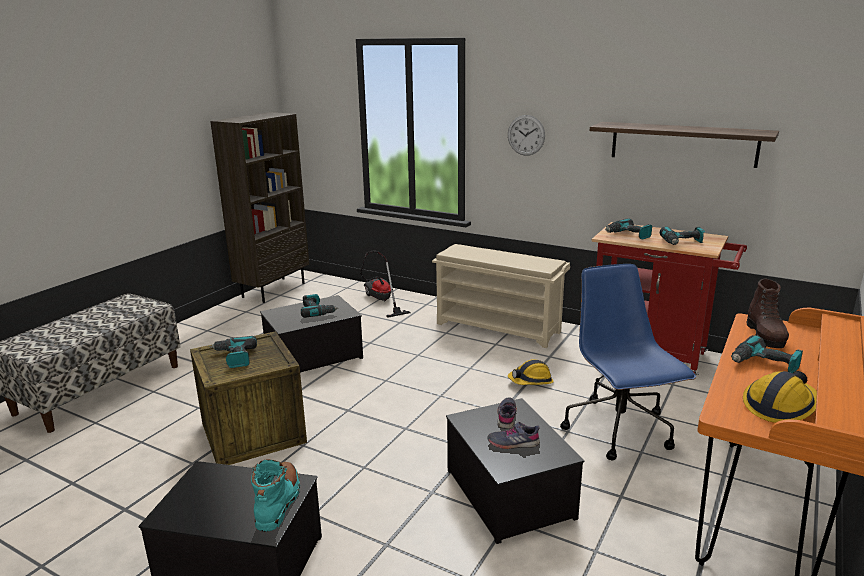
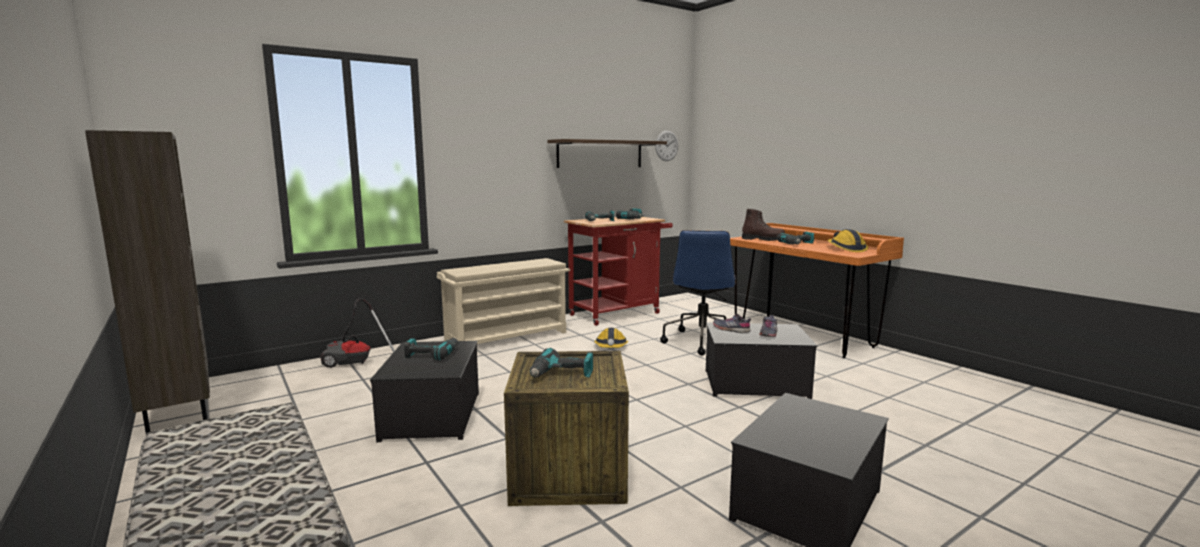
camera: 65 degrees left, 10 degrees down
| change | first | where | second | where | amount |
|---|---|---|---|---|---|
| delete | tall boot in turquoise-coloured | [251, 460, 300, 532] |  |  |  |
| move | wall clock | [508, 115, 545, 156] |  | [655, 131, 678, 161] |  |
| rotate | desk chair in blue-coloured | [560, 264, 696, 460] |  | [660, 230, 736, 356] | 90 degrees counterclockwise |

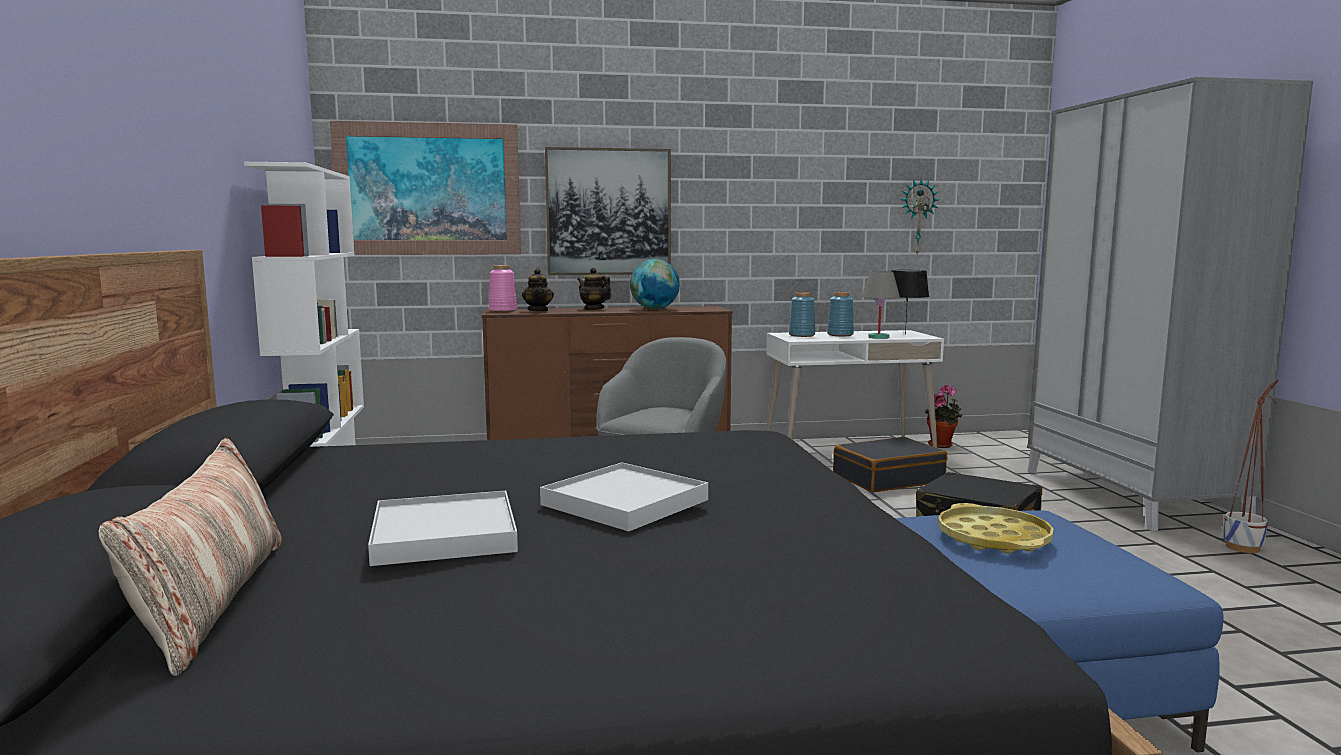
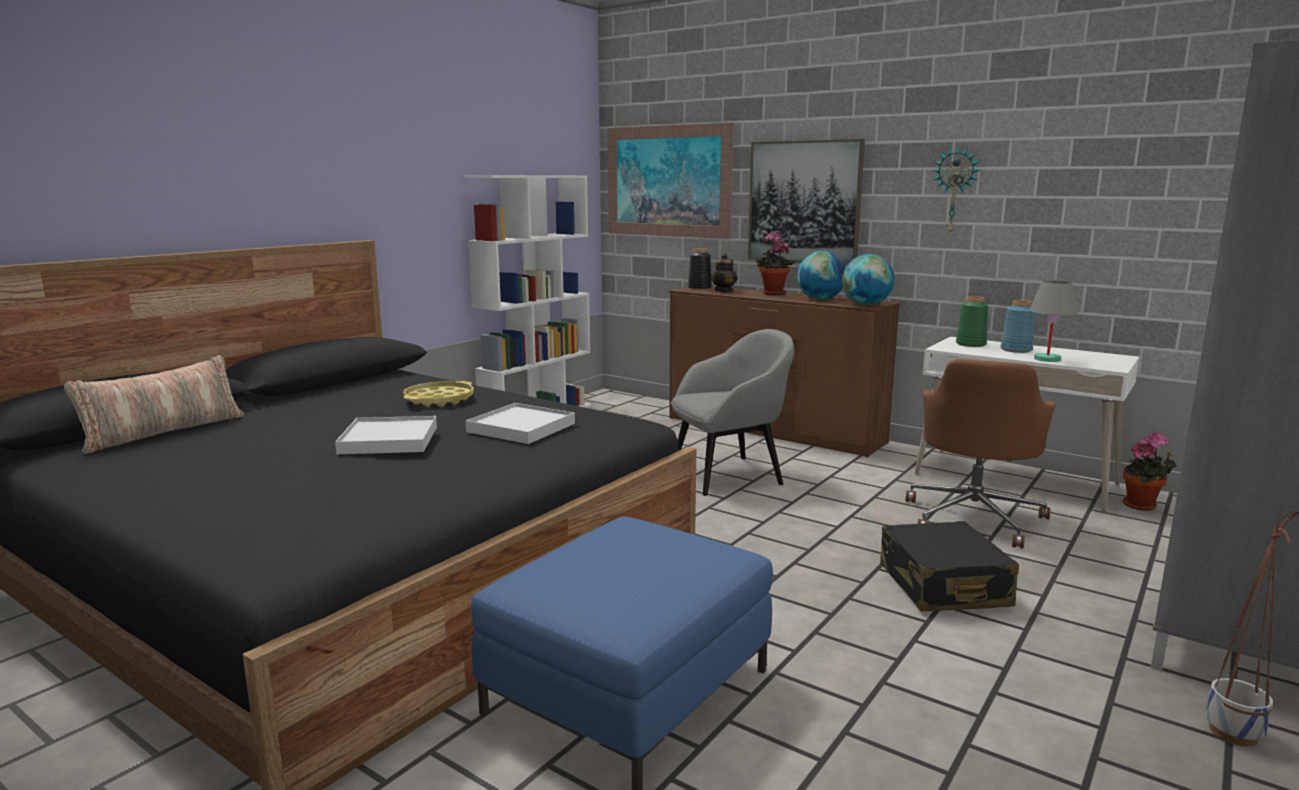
camera: 45 degrees right, 5 degrees up
| change | first | where | second | where | amount |
|---|---|---|---|---|---|
| move | tray in white | [368, 491, 518, 566] |  | [466, 403, 575, 444] |  |
| recolor | vase in pink | [489, 265, 517, 312] | vase in blackish | [688, 248, 712, 290] |  |
| replace | teapot | [577, 268, 611, 310] | plant in a pot | [756, 232, 795, 295] |  |
| recolor | vase in blue-coloured | [789, 292, 815, 337] | vase in green-coloured | [956, 296, 988, 347] |  |
| replace | suitcase in blackish | [833, 437, 947, 492] | desk chair in brownish | [906, 359, 1056, 549] |  |
| delete | table lamp in blackish | [891, 270, 929, 334] |  |  |  |
| move | wall clock | [900, 178, 940, 256] |  | [932, 145, 981, 234] |  |
| move | tray in yellowish | [938, 503, 1054, 554] |  | [403, 381, 474, 406] |  |
| insert |  |  | desk globe | [842, 254, 895, 305] |  |

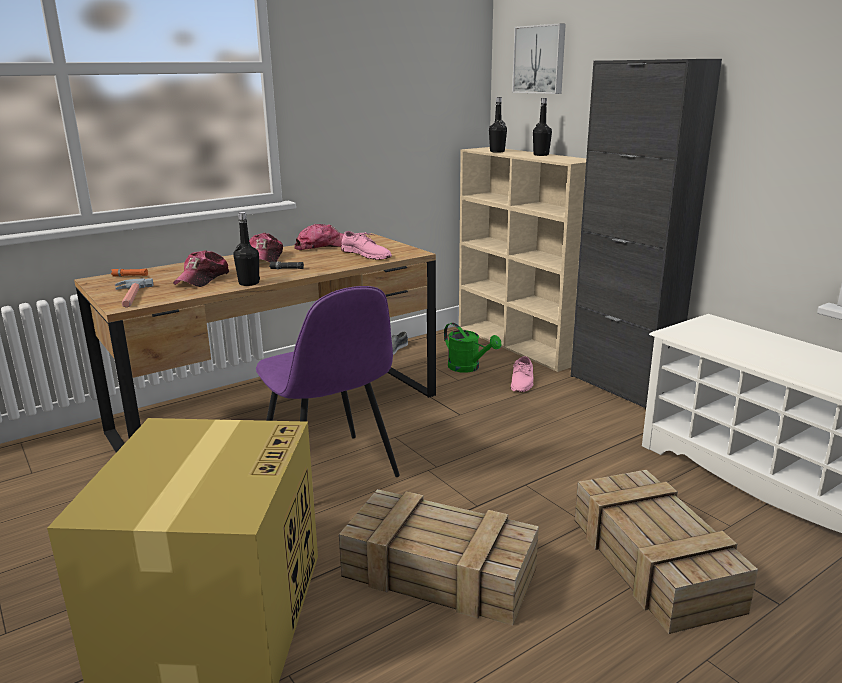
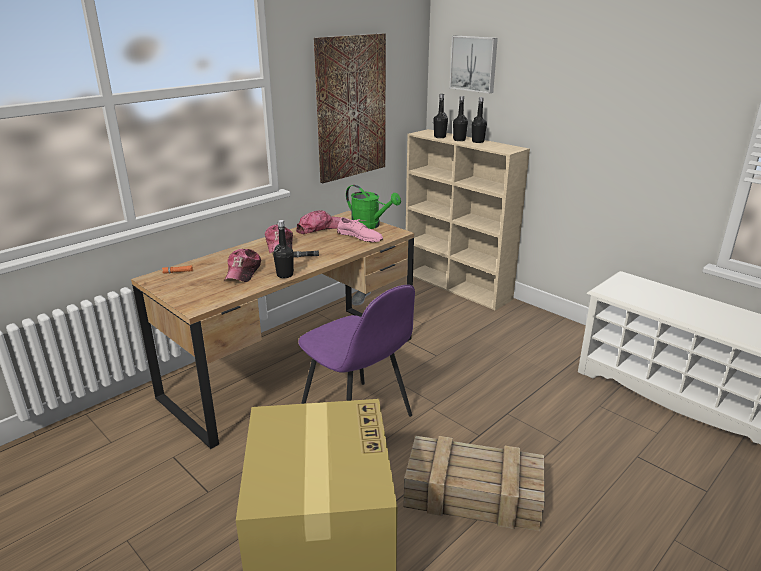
camera: 10 degrees left, 5 degrees up
| change | first | where | second | where | amount |
|---|---|---|---|---|---|
| delete | hand hammer | [115, 278, 153, 308] |  |  |  |
| move | watering can in green-coloured | [444, 323, 501, 372] |  | [346, 185, 401, 229] |  |
| delete | shoe in pink | [511, 356, 533, 392] |  |  |  |
| delete | cabinet in blackish | [571, 59, 722, 408] |  |  |  |
| delete | packing crate | [575, 470, 758, 634] |  |  |  |
| insert |  |  | wall picture | [314, 33, 386, 183] |  |
| insert |  |  | bottle in blackish | [453, 96, 468, 141] |  |

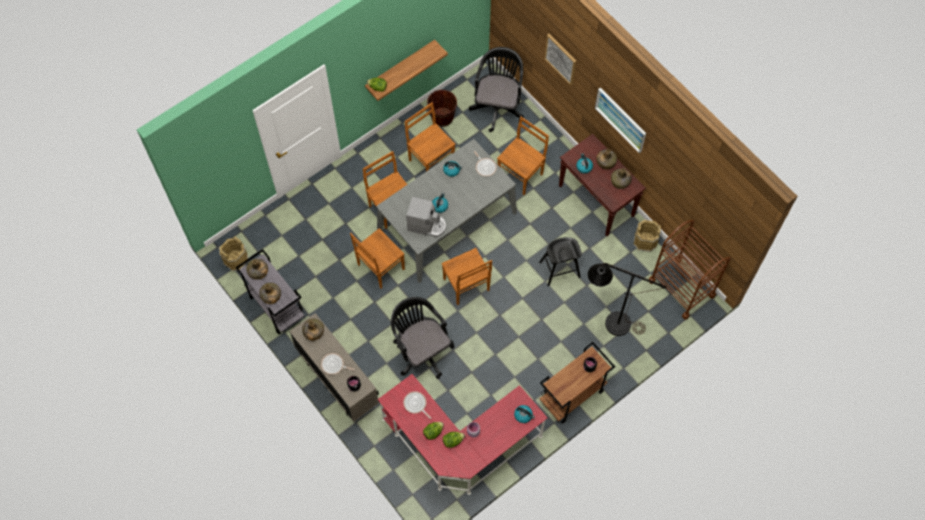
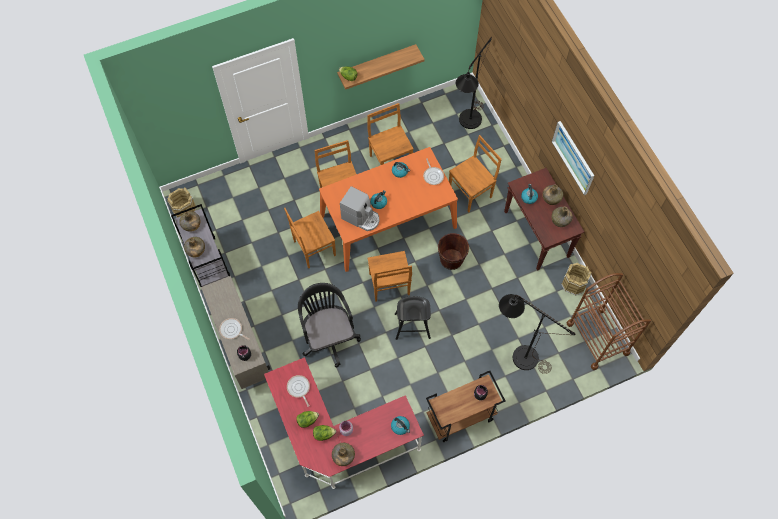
camera: 15 degrees right, 0 degrees up
| change | first | where | second | where | amount |
|---|---|---|---|---|---|
| move | bottle in green-coloured | [302, 319, 324, 340] |  | [332, 443, 355, 466] |  |
| recolor | dining table in gray | [376, 139, 517, 283] | dining table in orange | [319, 147, 458, 272] |  |
| move | bucket in brownish | [427, 90, 457, 127] |  | [438, 233, 469, 270] |  |
| replace | desk chair in blackish | [469, 47, 524, 132] | standing lamp in blackish | [456, 37, 492, 129] |  |
| move | stool seat in blackish | [539, 237, 582, 286] |  | [395, 296, 431, 340] |  |
| delete | wall picture | [544, 34, 576, 85] |  |  |  |

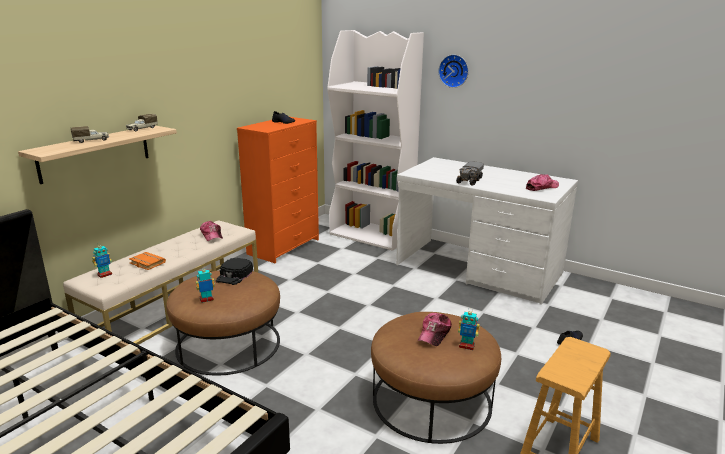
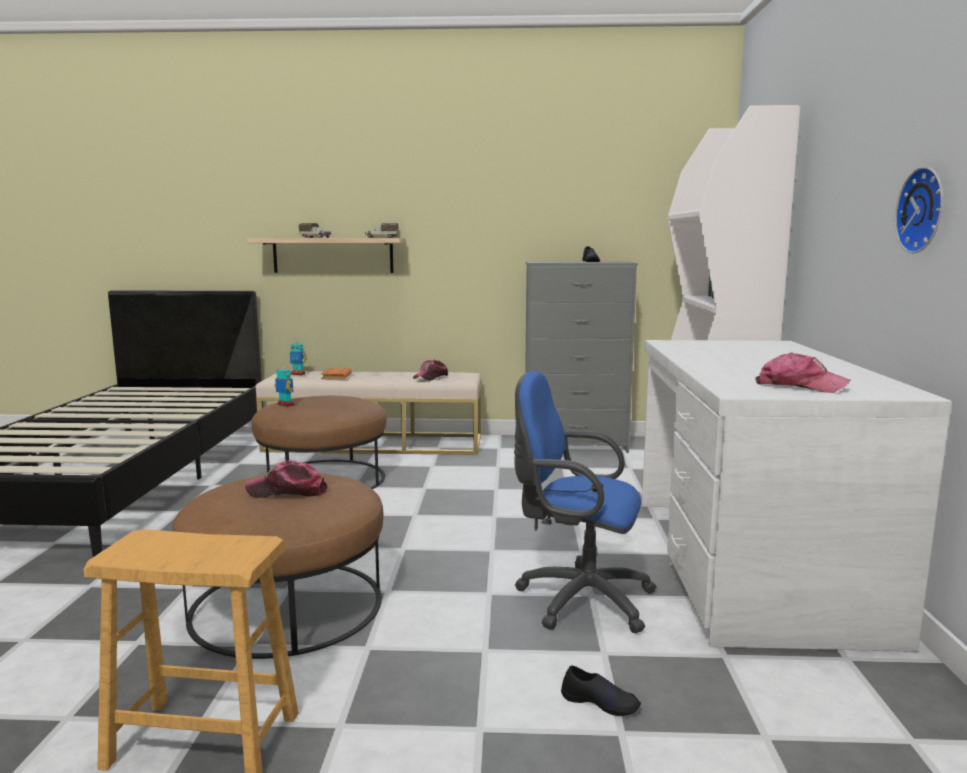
camera: 60 degrees right, 10 degrees down
| change | first | where | second | where | amount |
|---|---|---|---|---|---|
| delete | cap in blackish | [216, 258, 253, 285] |  |  |  |
| recolor | chest of drawers in orange | [237, 117, 319, 263] | chest of drawers in gray | [525, 261, 638, 453] |  |
| move | wall clock | [438, 54, 469, 88] |  | [895, 167, 943, 253] |  |
| delete | toy lorry | [456, 161, 484, 186] |  |  |  |
| delete | robot figure | [458, 308, 480, 350] |  |  |  |
| insert |  |  | desk chair in blue-coloured | [514, 371, 657, 633] |  |

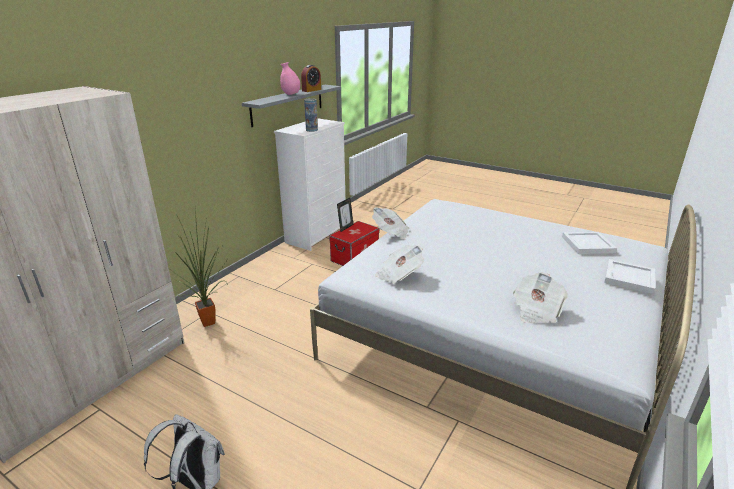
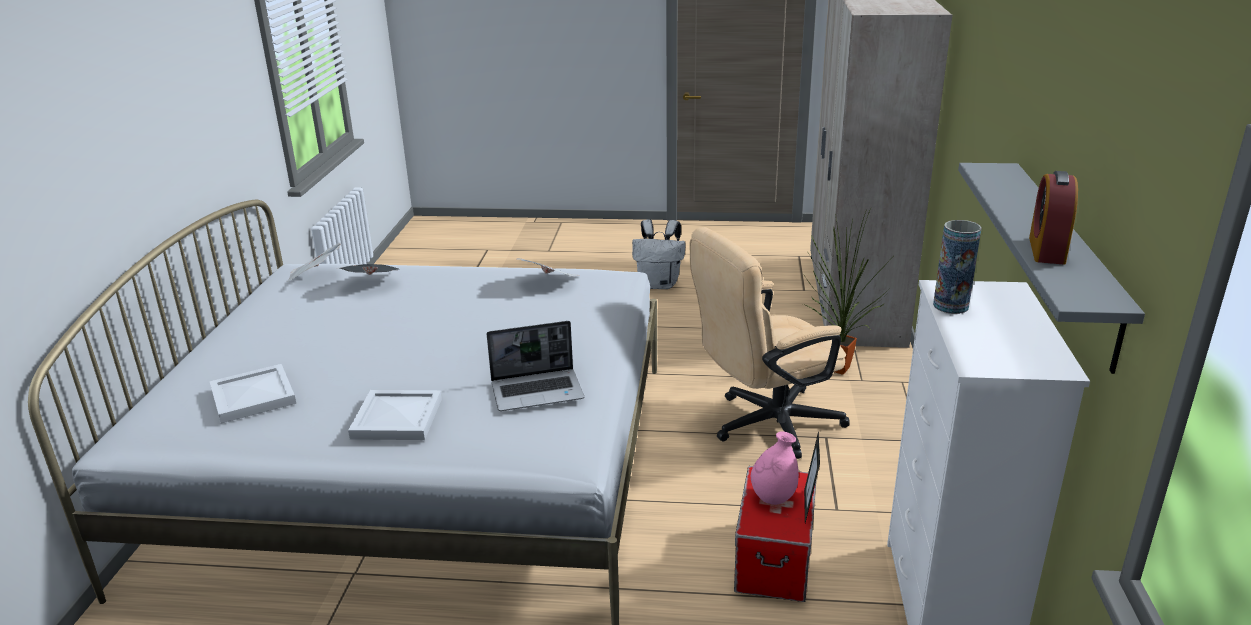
camera: 155 degrees right, 0 degrees up
| change | first | where | second | where | amount |
|---|---|---|---|---|---|
| move | vase in pink | [280, 62, 300, 95] |  | [751, 431, 799, 505] |  |
| move | newspaper | [372, 207, 409, 239] |  | [288, 243, 341, 281] |  |
| move | tray in white | [604, 259, 655, 294] |  | [348, 390, 442, 440] |  |
| insert |  |  | notebook computer | [487, 321, 584, 411] |  |
| insert |  |  | desk chair in beige-coloured | [690, 227, 850, 459] |  |

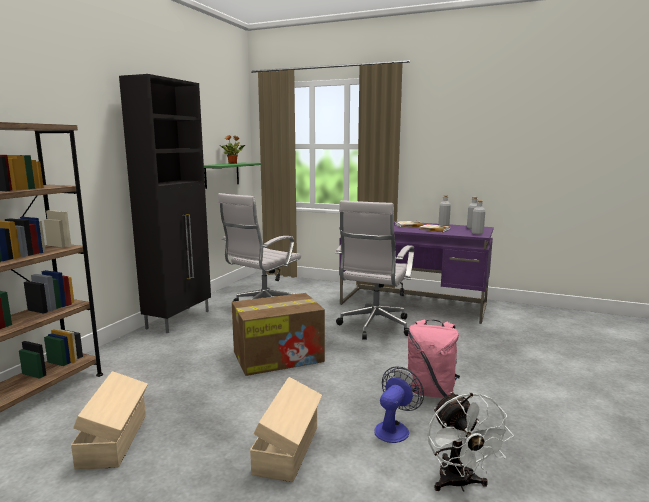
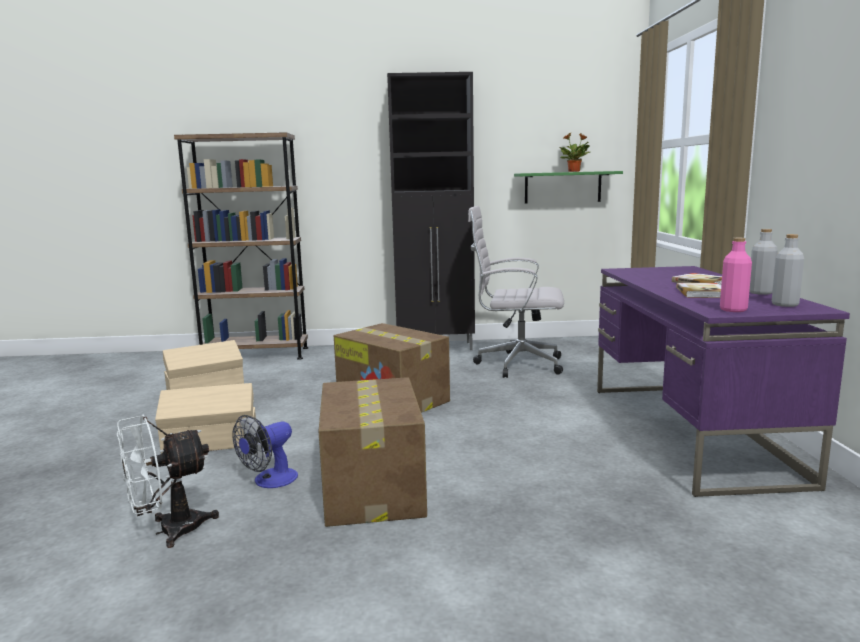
camera: 65 degrees right, 0 degrees up
| change | first | where | second | where | amount |
|---|---|---|---|---|---|
| delete | desk chair in white | [335, 200, 414, 340] |  |  |  |
| rotate | fan | [374, 366, 424, 443] |  | [233, 415, 298, 488] | 120 degrees clockwise |
| replace | rucksack in pink | [408, 320, 460, 398] | cardboard box | [318, 377, 427, 527] |  |
| recolor | bottle in gray | [472, 200, 485, 235] | bottle in pink | [720, 238, 752, 312] |  |

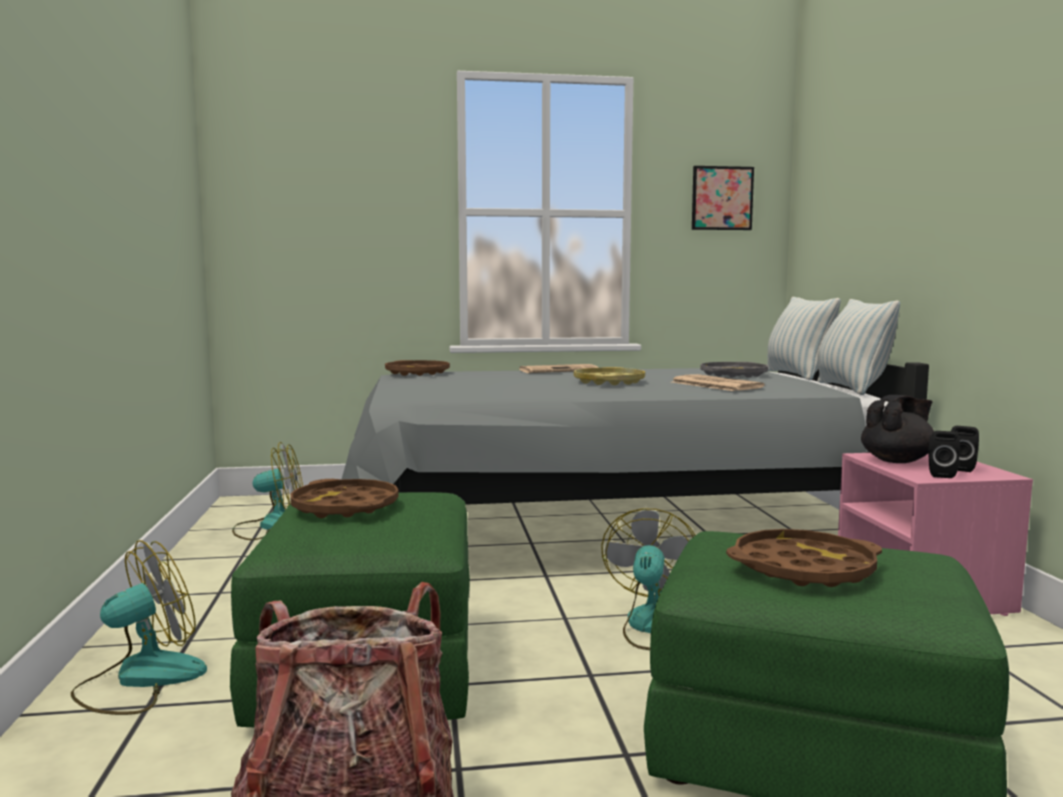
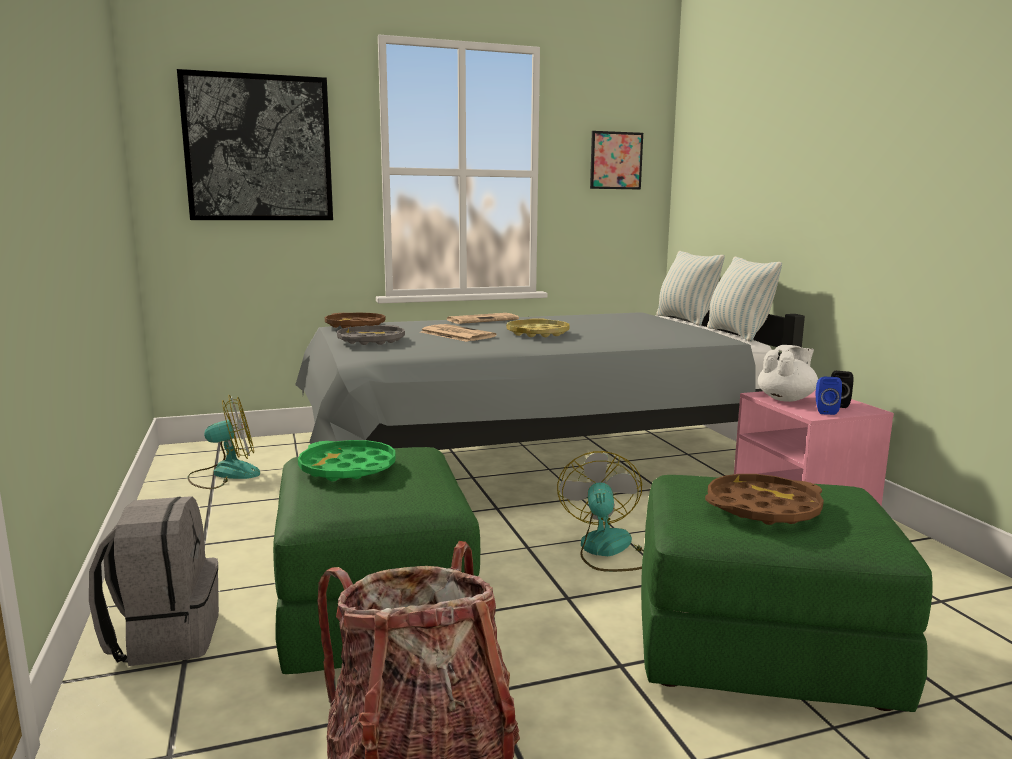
camera: 10 degrees left, 5 degrees up
| change | first | where | second | where | amount |
|---|---|---|---|---|---|
| replace | fan | [71, 540, 207, 715] | rucksack in gray | [89, 496, 219, 666] |  |
| recolor | tray in brownish | [290, 479, 399, 518] | tray in green-coloured | [298, 440, 395, 482] |  |
| move | newspaper | [672, 374, 764, 391] |  | [421, 324, 496, 342] |  |
| move | tray in gray | [700, 362, 768, 378] |  | [337, 325, 405, 345] |  |
| recolor | teapot in blackish | [861, 395, 934, 463] | teapot in white | [758, 345, 818, 402] |  |
| recolor | loudspeaker in blackish | [928, 431, 960, 478] | loudspeaker in blue-coloured | [816, 377, 842, 415] |  |
| insert |  |  | wall picture | [177, 69, 333, 220] |  |

